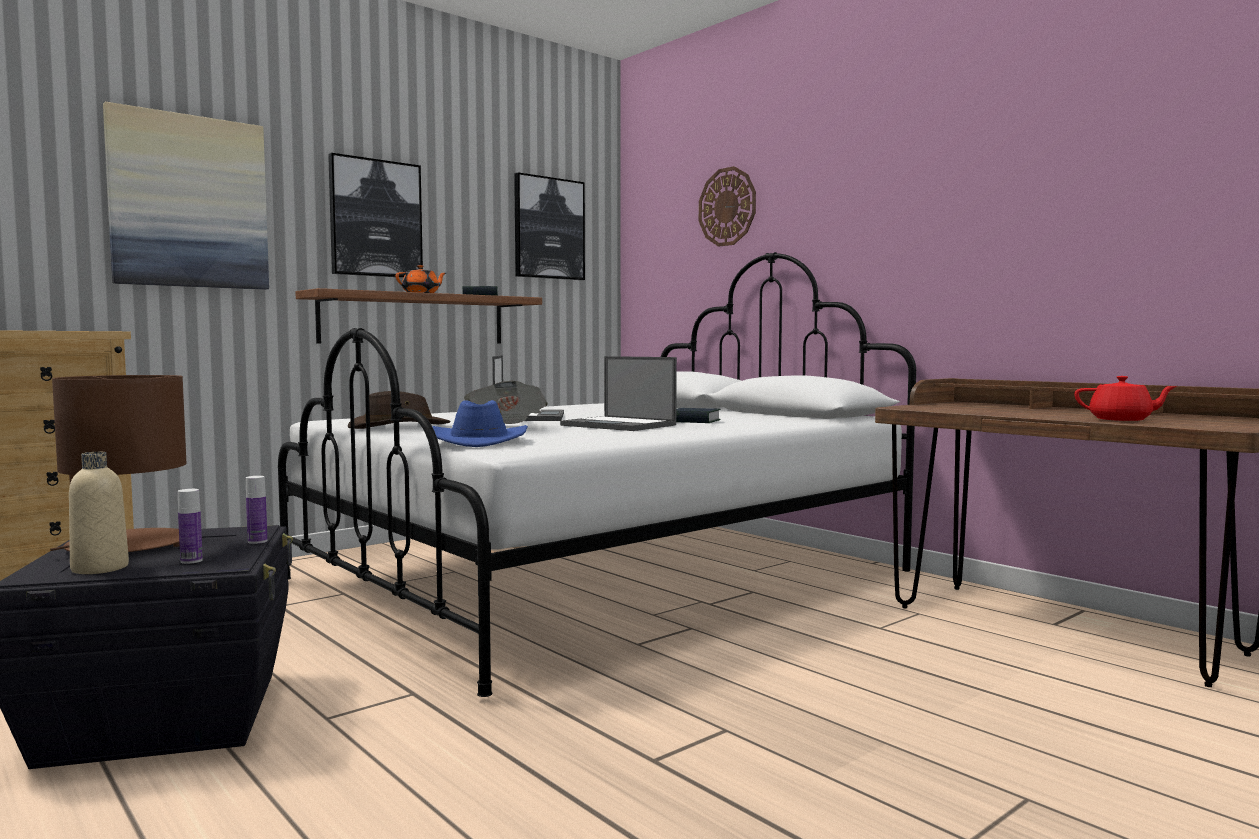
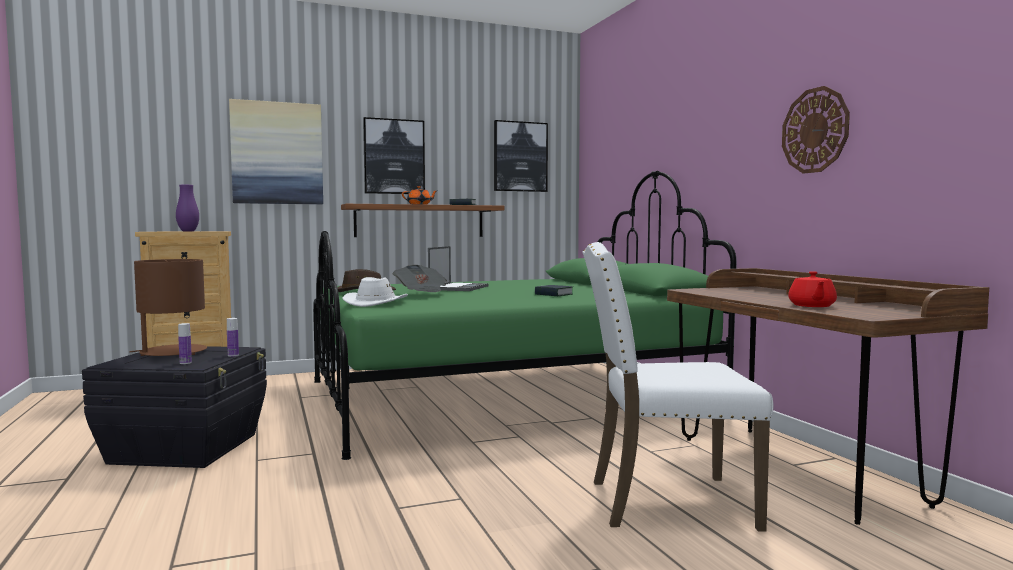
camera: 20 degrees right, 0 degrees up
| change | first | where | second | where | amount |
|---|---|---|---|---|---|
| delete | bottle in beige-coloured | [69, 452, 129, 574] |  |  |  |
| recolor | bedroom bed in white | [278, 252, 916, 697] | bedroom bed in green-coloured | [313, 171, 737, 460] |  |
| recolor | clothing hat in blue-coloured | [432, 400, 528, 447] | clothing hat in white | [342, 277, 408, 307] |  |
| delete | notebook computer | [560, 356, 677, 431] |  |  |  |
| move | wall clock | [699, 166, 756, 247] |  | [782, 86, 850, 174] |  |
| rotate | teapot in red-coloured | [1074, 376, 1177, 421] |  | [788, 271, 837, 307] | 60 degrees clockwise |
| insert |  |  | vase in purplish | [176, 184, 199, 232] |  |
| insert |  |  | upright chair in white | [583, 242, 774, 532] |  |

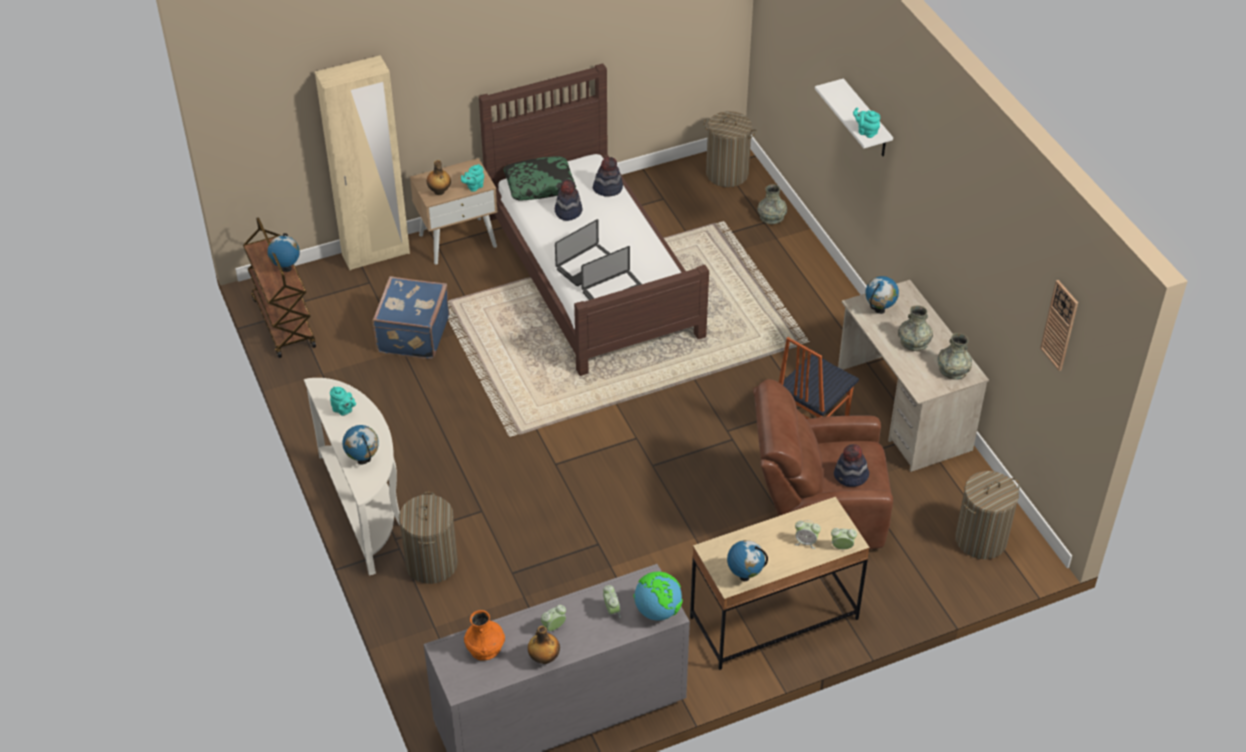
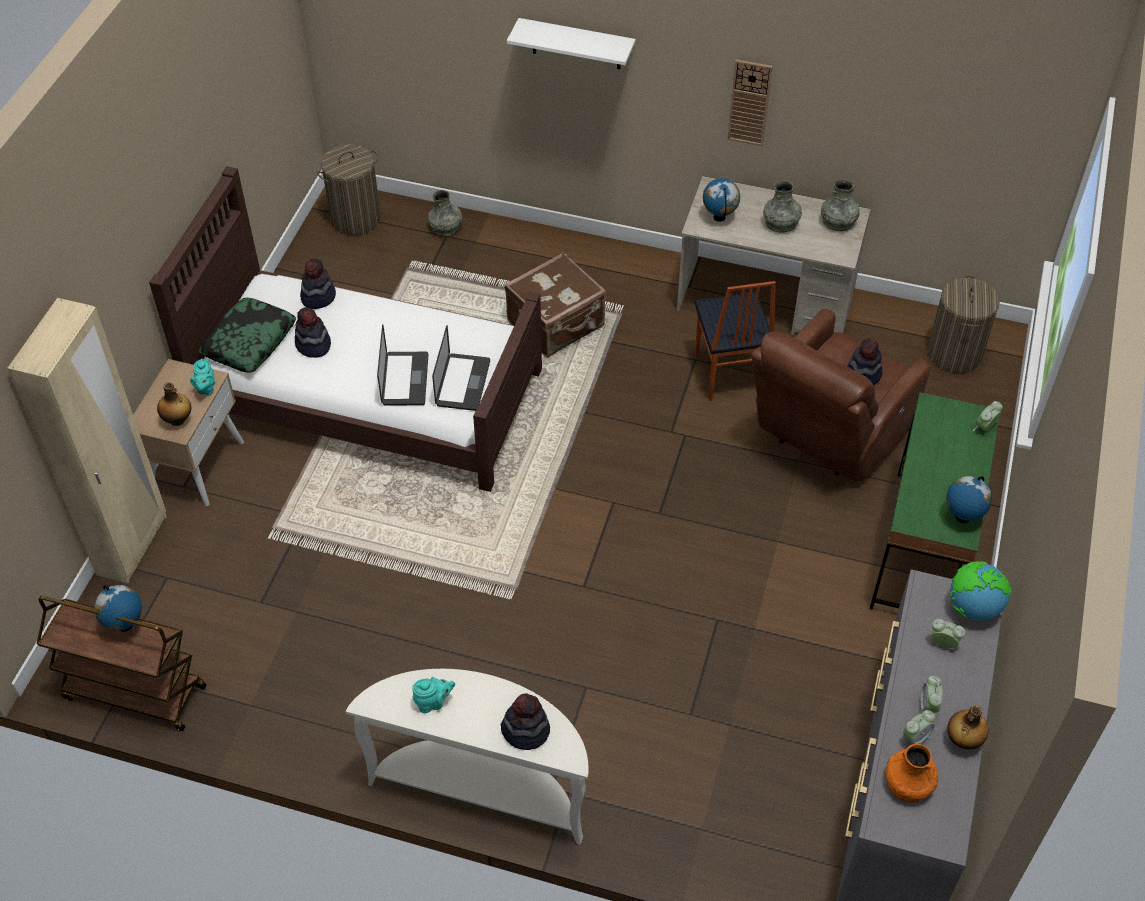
camera: 50 degrees left, 5 degrees up
| change | first | where | second | where | amount |
|---|---|---|---|---|---|
| replace | desk globe | [343, 425, 379, 464] | clothing hat | [501, 693, 550, 750] |  |
| delete | suitcase in blue-coloured | [372, 276, 450, 359] |  |  |  |
| delete | laundry basket | [399, 492, 458, 584] |  |  |  |
| recolor | desk table in beige-coloured | [690, 497, 870, 670] | desk table in green-coloured | [870, 392, 999, 610] |  |
| move | bedside clock | [794, 520, 821, 549] |  | [903, 710, 935, 744] |  |
| delete | teapot in turquoise-coloured | [853, 108, 880, 138] |  |  |  |
| move | wall clock | [1040, 280, 1078, 371] |  | [727, 59, 773, 146] |  |
| insert |  |  | suitcase in brownish | [504, 252, 606, 358] |  |

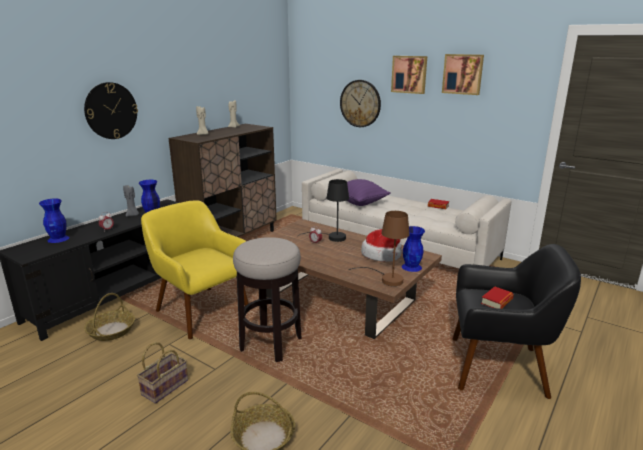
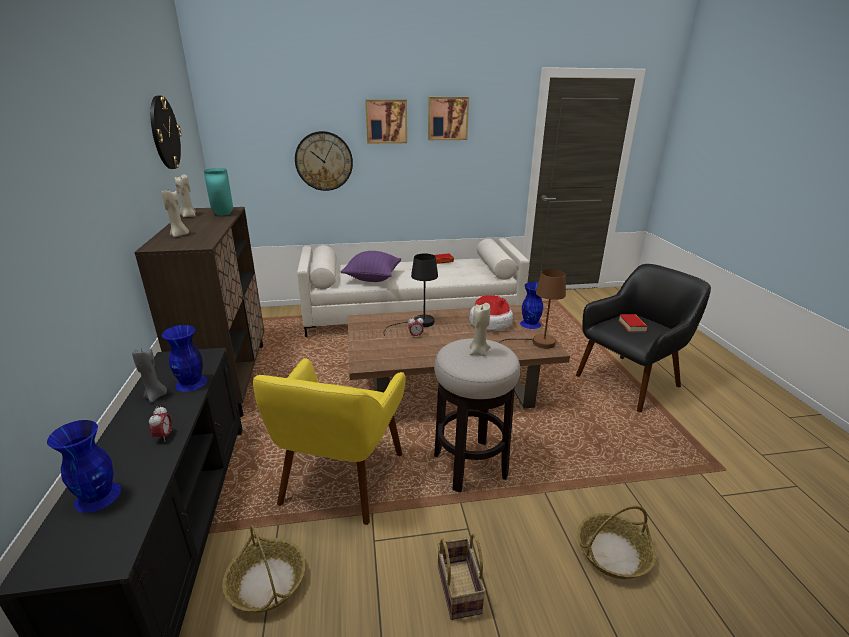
camera: 45 degrees left, 5 degrees up
| change | first | where | second | where | amount |
|---|---|---|---|---|---|
| move | wall clock | [84, 82, 138, 139] |  | [150, 96, 182, 169] |  |
| rotate | armchair in yellowish | [141, 200, 249, 340] |  | [253, 358, 406, 525] | 75 degrees counterclockwise |
| insert |  |  | vase in turquoise-coloured | [204, 168, 233, 216] |  |
| insert |  |  | wax candle in beige-coloured | [469, 303, 490, 356] |  |

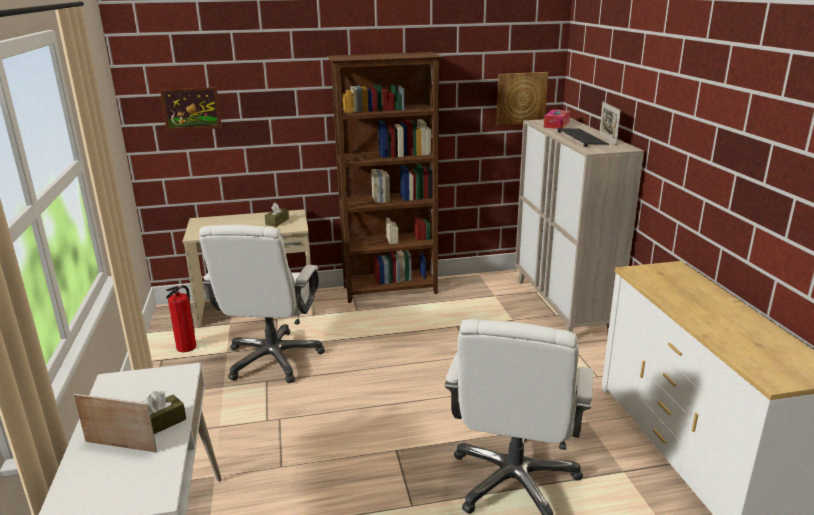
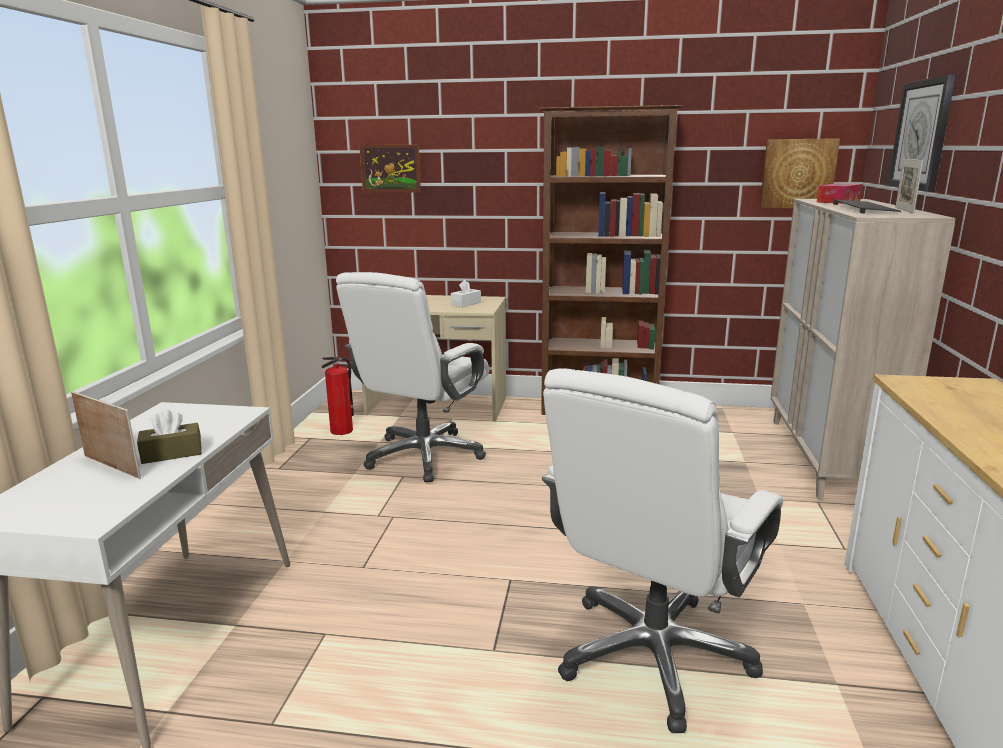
camera: 20 degrees right, 5 degrees down
| change | first | where | second | where | amount |
|---|---|---|---|---|---|
| recolor | box of tissues in brownish | [265, 203, 289, 227] | box of tissues in white | [451, 280, 481, 307] |  |
| insert |  |  | wall clock | [888, 74, 956, 192] |  |

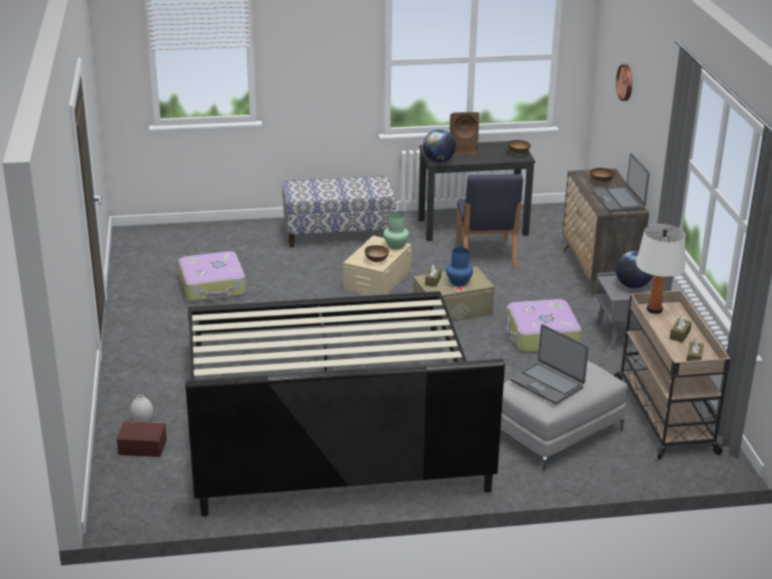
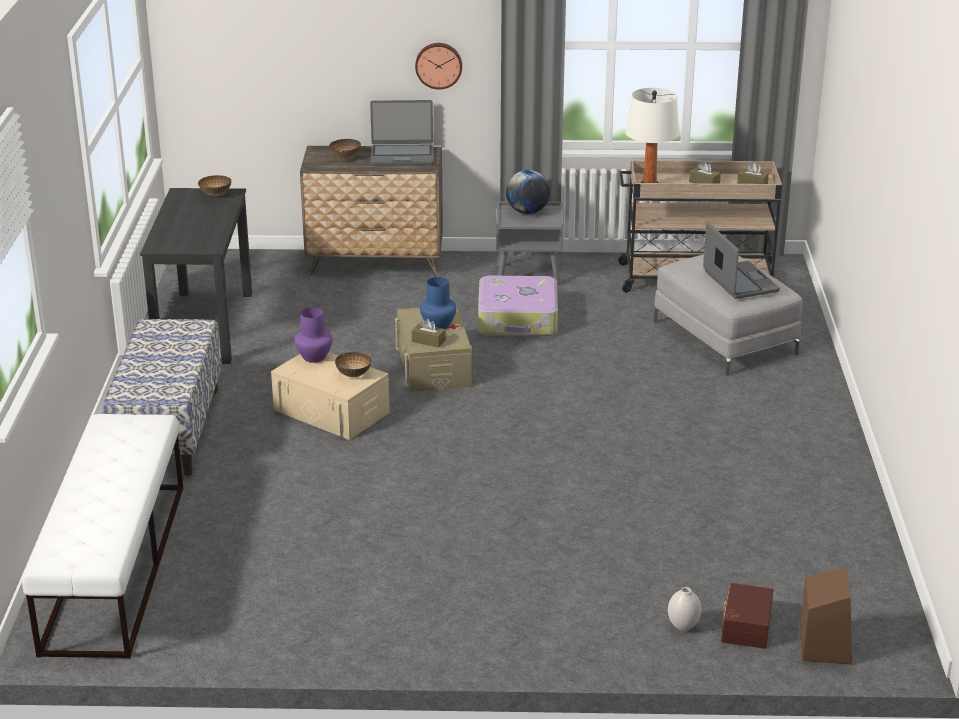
camera: 80 degrees left, 0 degrees up
| change | first | where | second | where | amount |
|---|---|---|---|---|---|
| delete | suitcase | [178, 251, 246, 302] |  |  |  |
| delete | bedroom bed | [185, 291, 505, 516] |  |  |  |
| recolor | vase in green-coloured | [383, 212, 409, 250] | vase in purplish | [294, 308, 333, 363] |  |
| delete | desk globe | [423, 129, 456, 162] |  |  |  |
| move | loudspeaker in brownish | [450, 112, 479, 155] |  | [800, 567, 852, 664] |  |
| delete | upright chair in blue-coloured | [456, 174, 523, 268] |  |  |  |
| rotate | notebook computer | [510, 324, 589, 404] |  | [703, 223, 780, 299] | 75 degrees counterclockwise |
| move | wall clock | [616, 64, 632, 101] |  | [415, 43, 462, 90] |  |
| insert |  |  | indoor bench in white | [22, 414, 184, 659] |  |

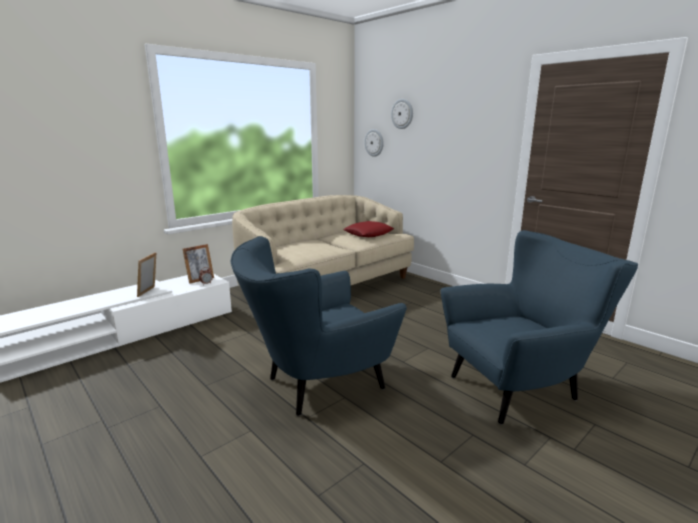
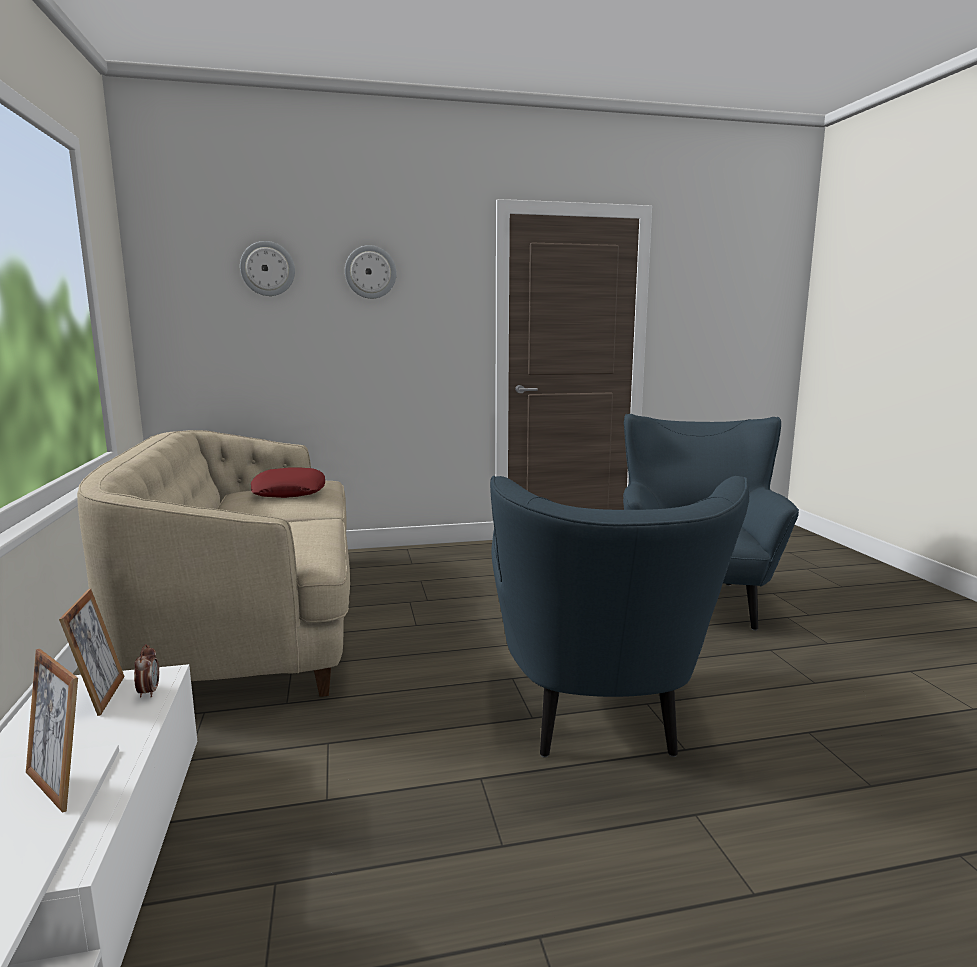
camera: 60 degrees left, 5 degrees down
| change | first | where | second | where | amount |
|---|---|---|---|---|---|
| move | wall clock | [364, 129, 384, 157] |  | [345, 245, 397, 299] |  |

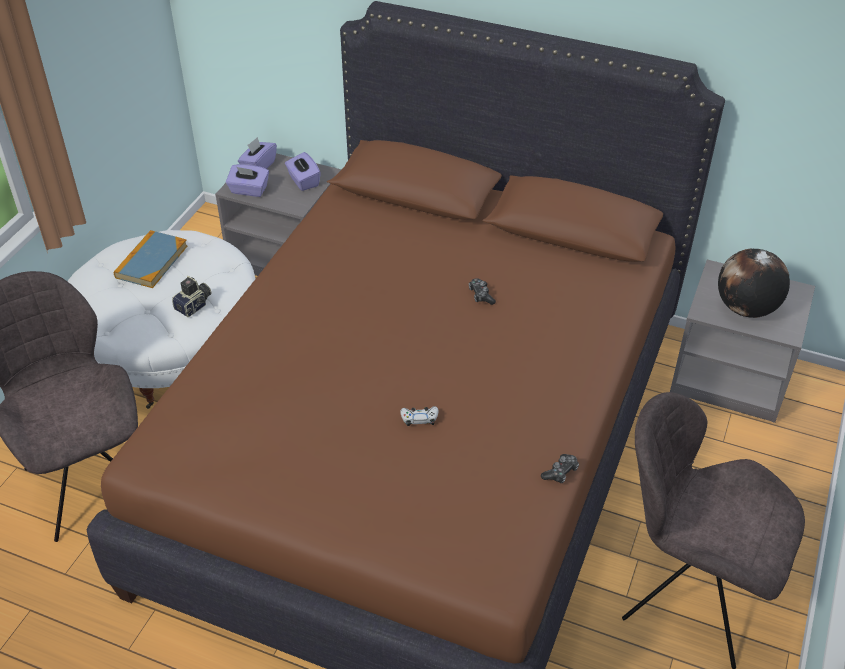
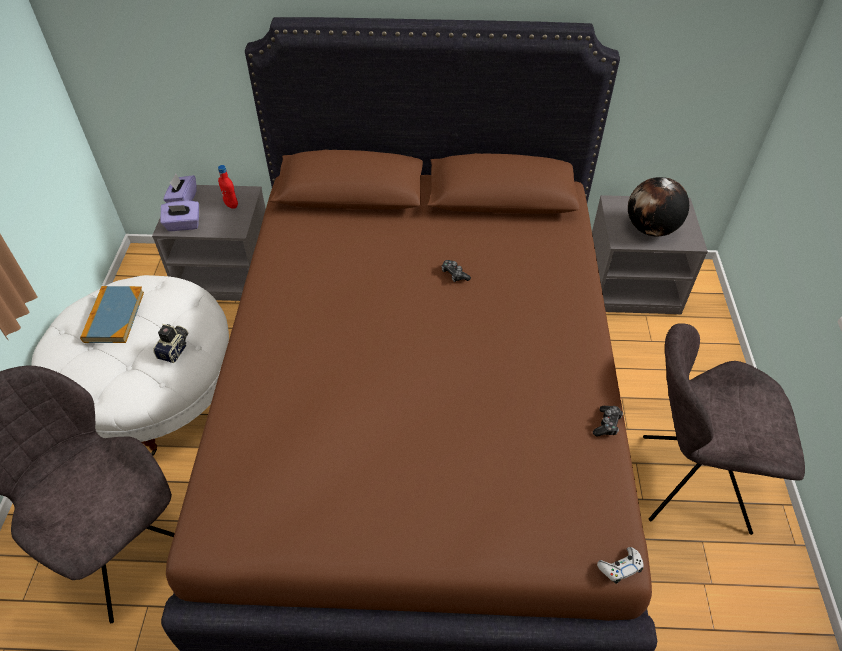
camera: 20 degrees left, 5 degrees up
| change | first | where | second | where | amount |
|---|---|---|---|---|---|
| replace | box of tissues in purplish | [285, 152, 321, 191] | bottle in red-coloured | [218, 165, 238, 209] |  |
| move | gamepad in white | [400, 406, 439, 426] |  | [597, 547, 644, 584] |  |

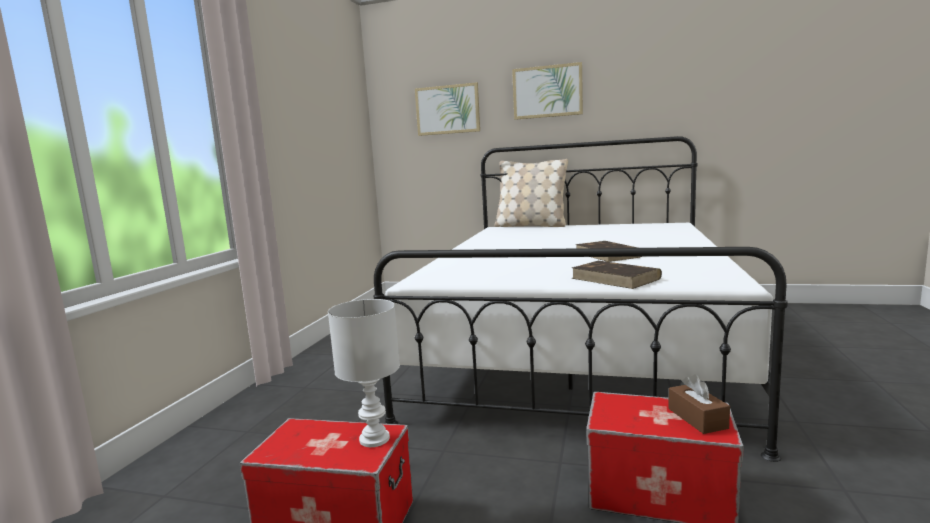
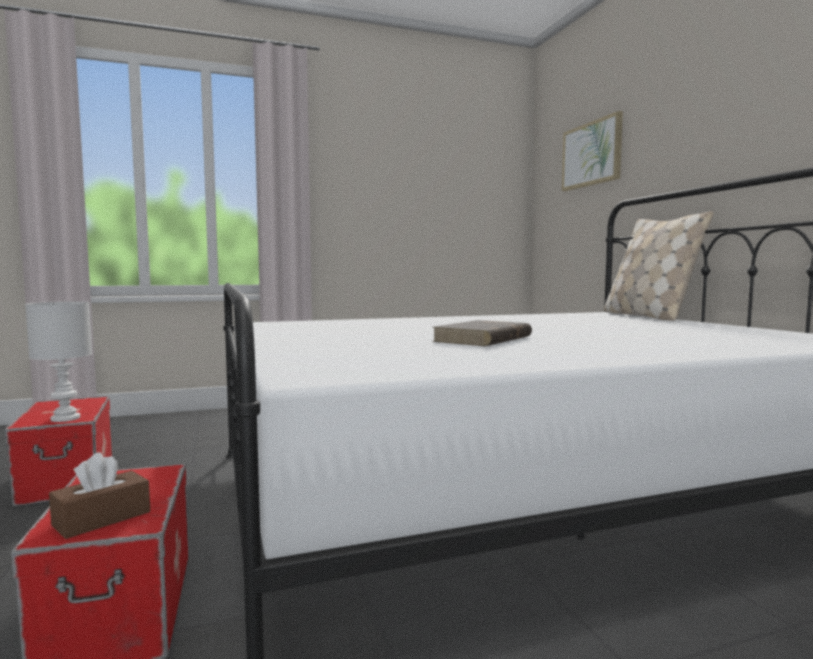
camera: 55 degrees right, 5 degrees down
| change | first | where | second | where | amount |
|---|---|---|---|---|---|
| delete | wall picture | [512, 62, 583, 120] |  |  |  |
| delete | volume in brownish | [572, 261, 662, 289] |  |  |  |

